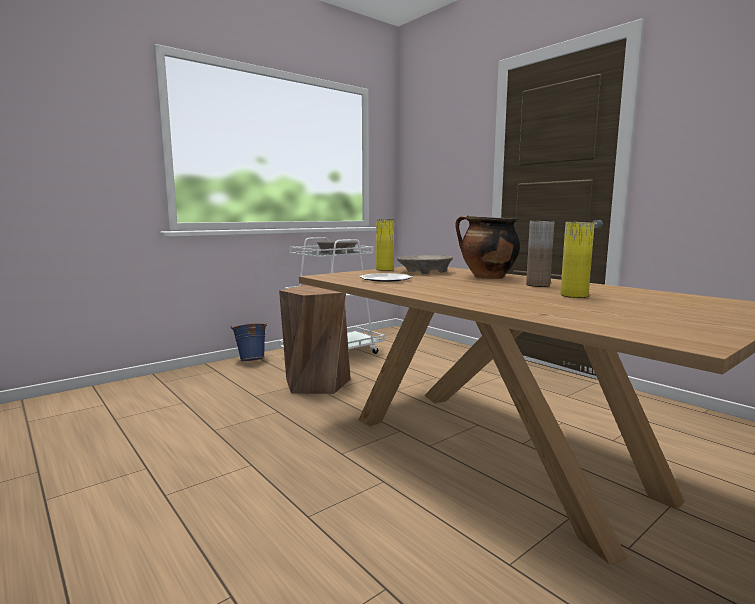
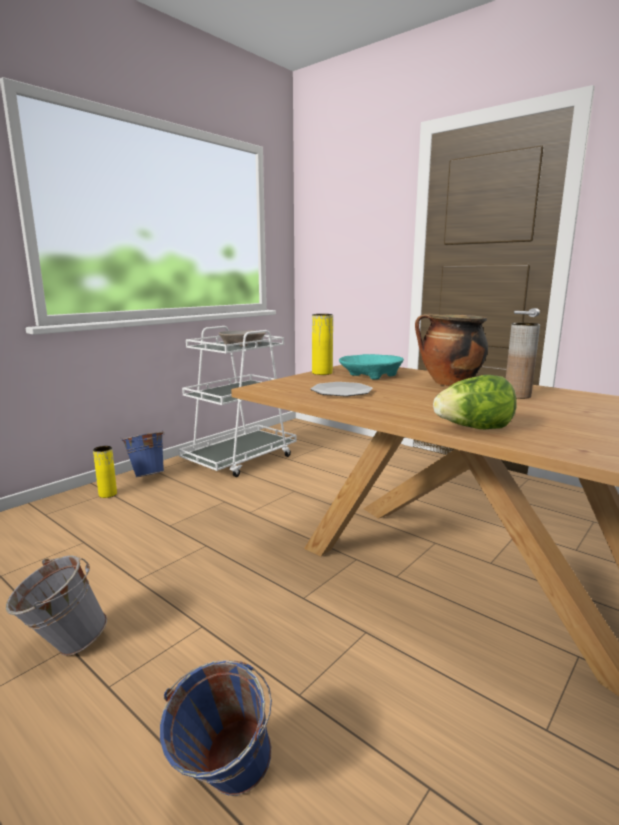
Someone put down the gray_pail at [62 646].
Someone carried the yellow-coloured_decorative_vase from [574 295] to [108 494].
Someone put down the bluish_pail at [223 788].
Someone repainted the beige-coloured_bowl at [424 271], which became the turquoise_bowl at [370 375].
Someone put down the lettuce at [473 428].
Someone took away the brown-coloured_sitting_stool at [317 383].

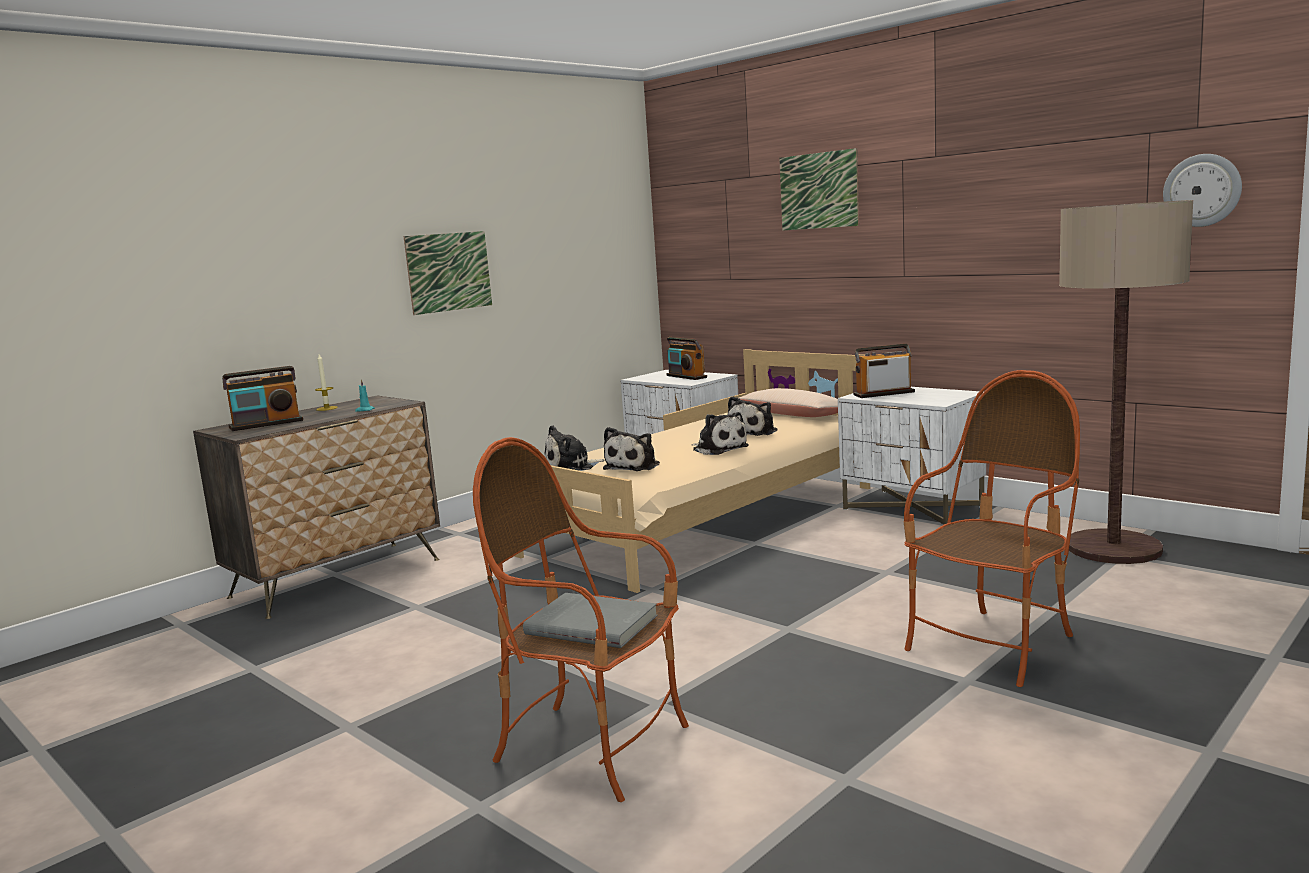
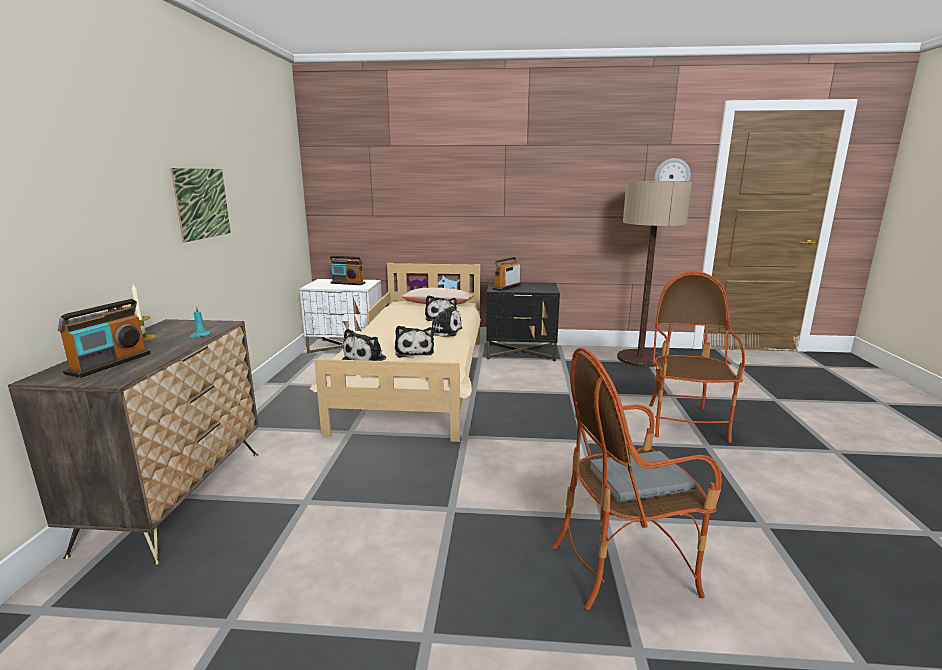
Someone repainted the white-coloured_nightstand at [913 508], which became the black_nightstand at [521 352].
Someone took away the wall_picture at [818 190].

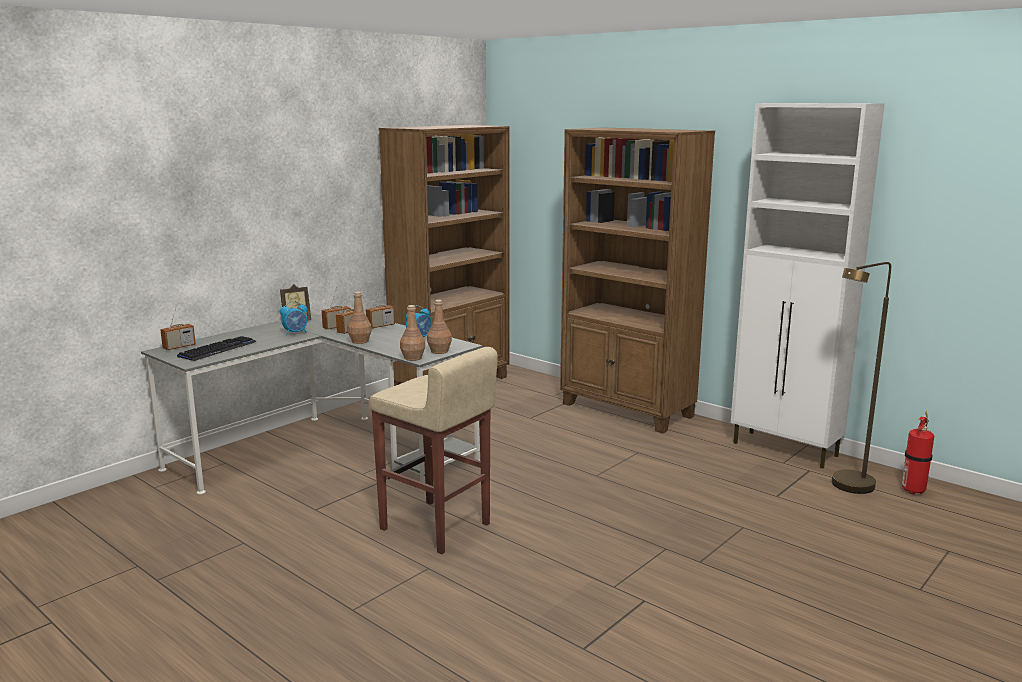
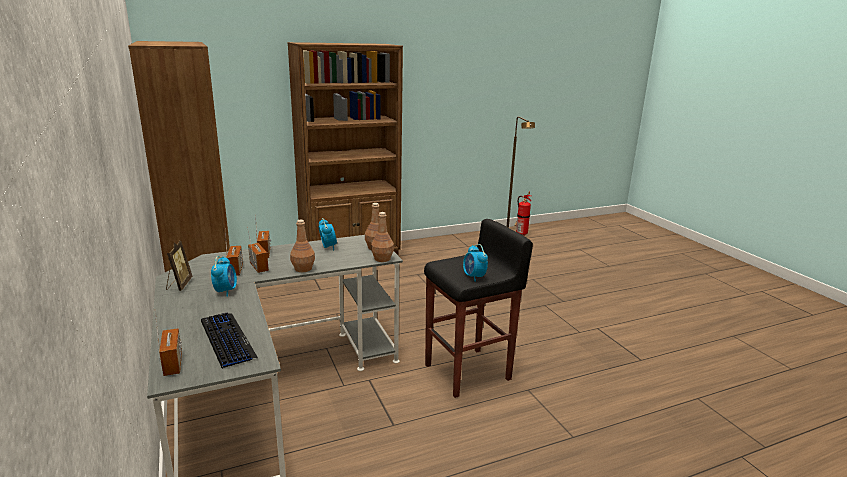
Someone repainted the beige-coloured_sitting_stool at [435 527], which became the black_sitting_stool at [469 372].
Someone put down the alarm_clock at [474 277].
Someone took away the white-coloured_storage_cabinet at [786 450].

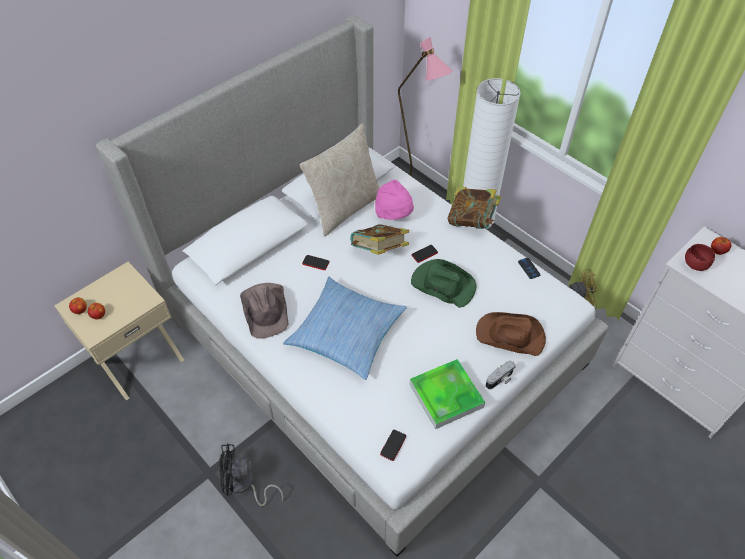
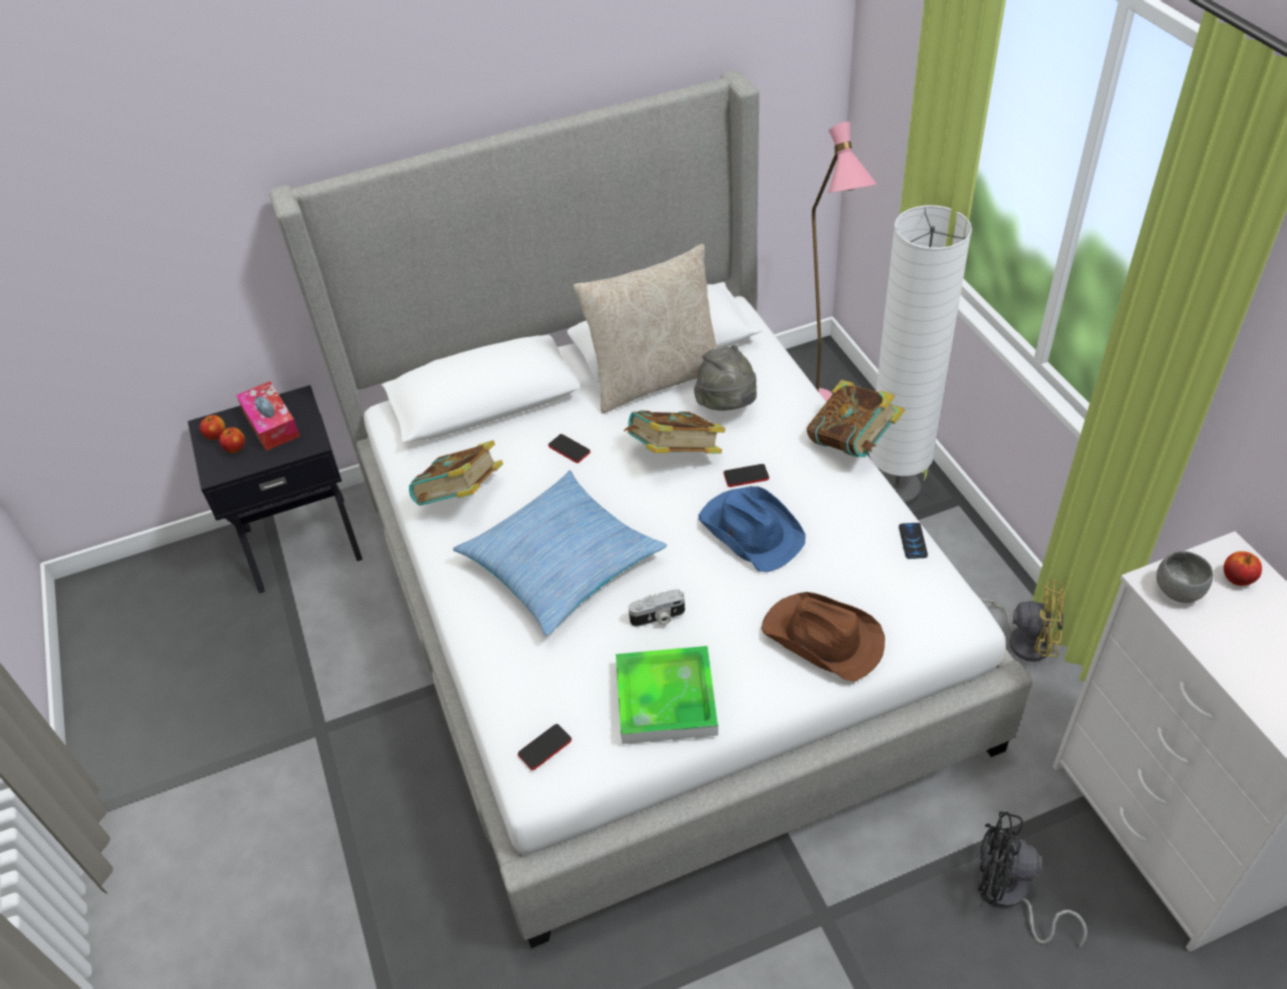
Someone repainted the beige-coloured_nightstand at [138 359], which became the black_nightstand at [301 541].
Someone put down the tissue_box at [271 424].
Someone swapped the brown-coloured_wearable_hat at [266 310] for the bound_book at [461 498].
Someone carried the photo_camera from [500 380] to [658 618].
Someone repainted the pinkish_wearable_hat at [394 215], which became the gray_wearable_hat at [727 406].
Someone repainted the green-coloured_wearable_hat at [442 284], which became the bluish_wearable_hat at [751 530].
Someone carried the black_cooling_fan from [244 485] to [1009 896].
Someone repainted the red-coloured_bowl at [695 264], which became the gray_bowl at [1178 590].

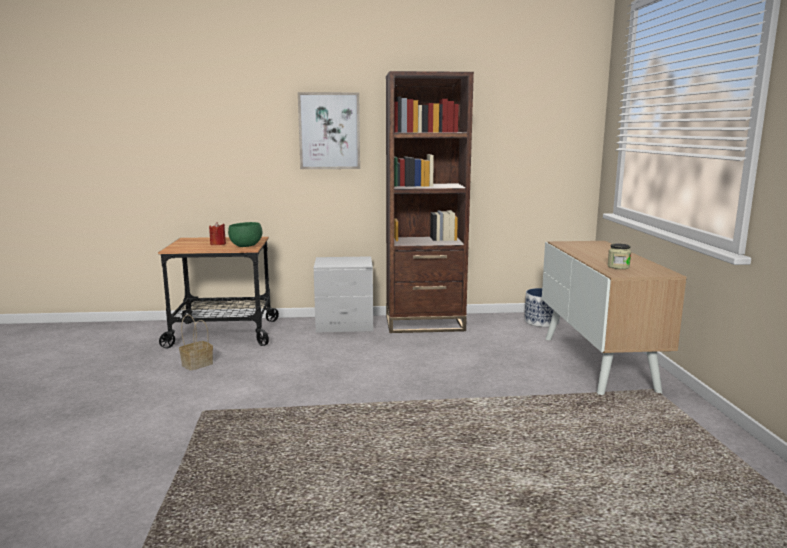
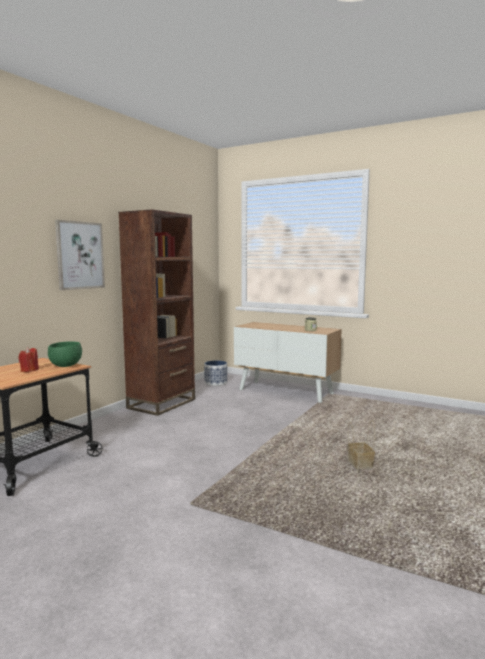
Someone carried the storage_basket from [198 364] to [359 464].
Someone took away the gray_nightstand at [344 325].

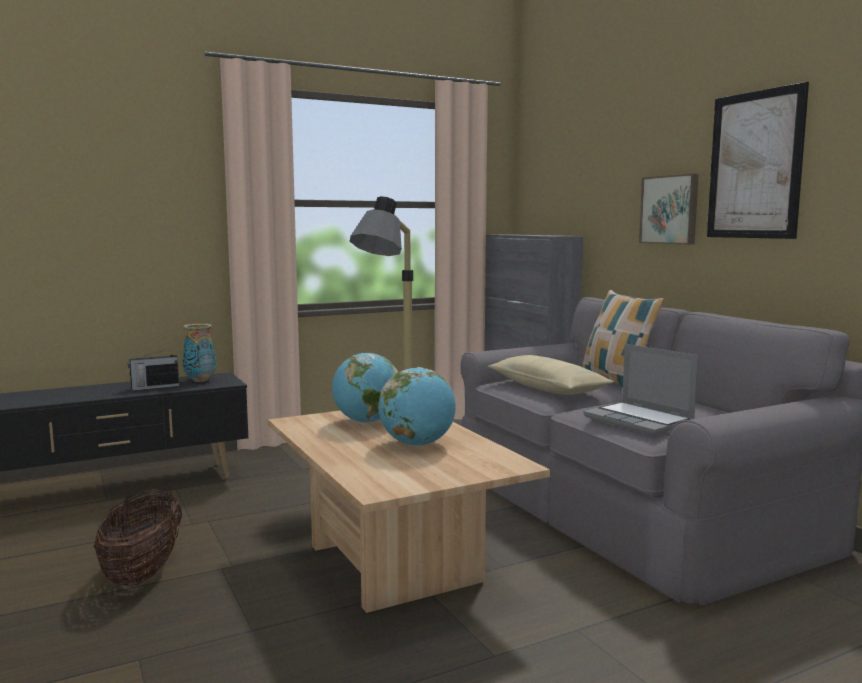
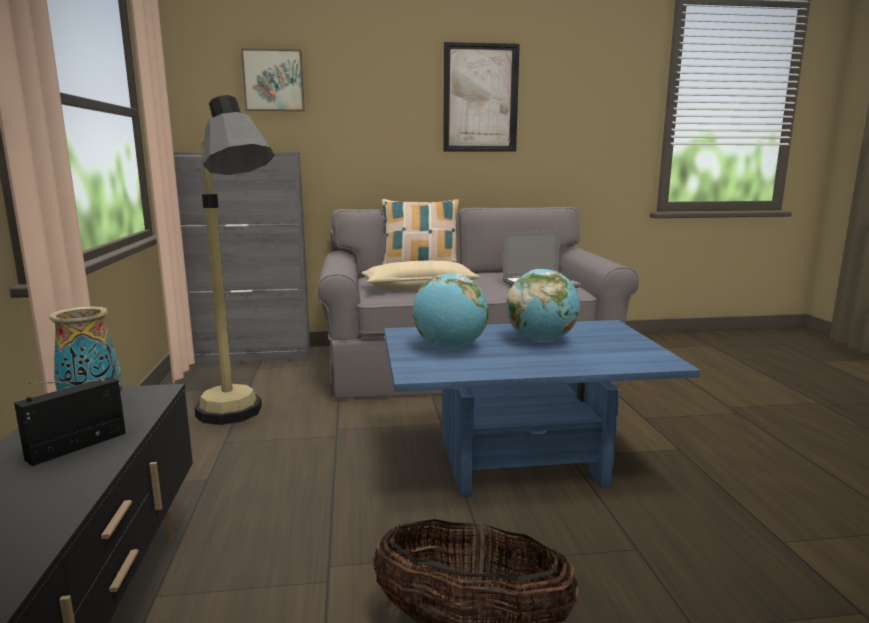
Someone rotated the radio_set at [154 387] by 135 degrees counterclockwise.
Someone carried the wall_picture from [670 210] to [273 81].
Someone repainted the beige-coloured_lounge_table at [394 563], which became the bluish_lounge_table at [520 461].

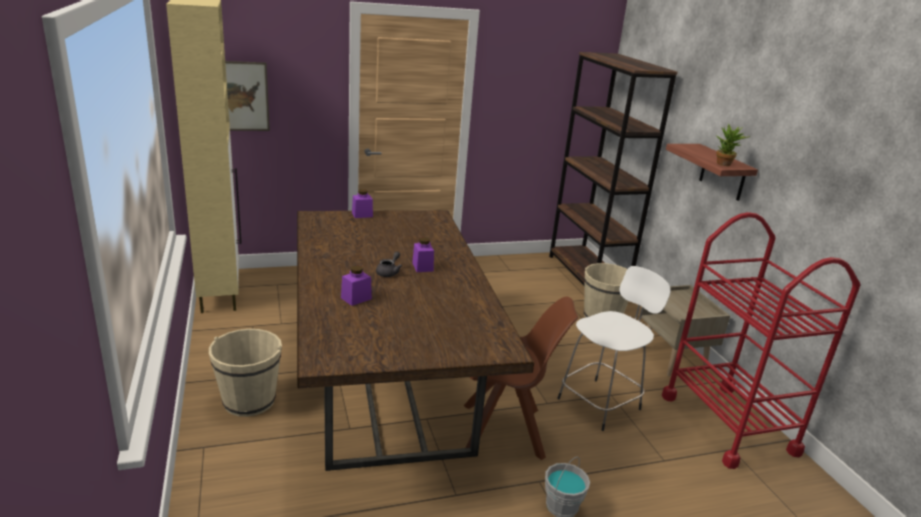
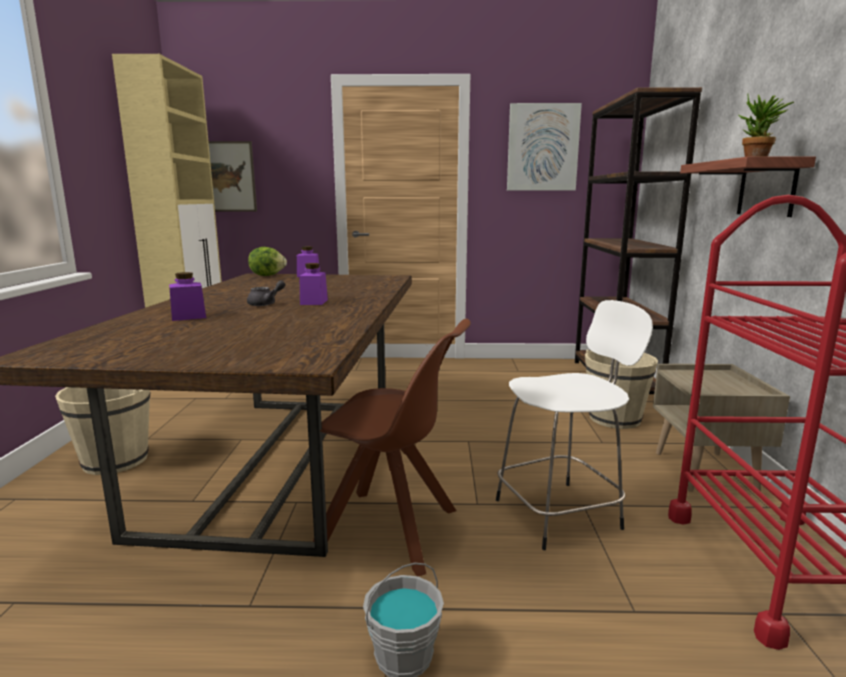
Someone put down the lettuce at [267 275].
Someone put up the wall_picture at [542 147].

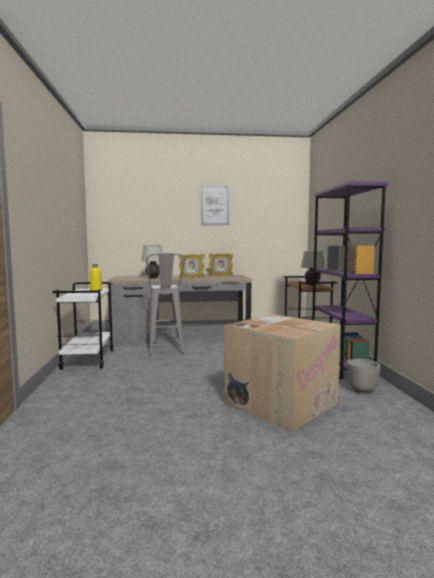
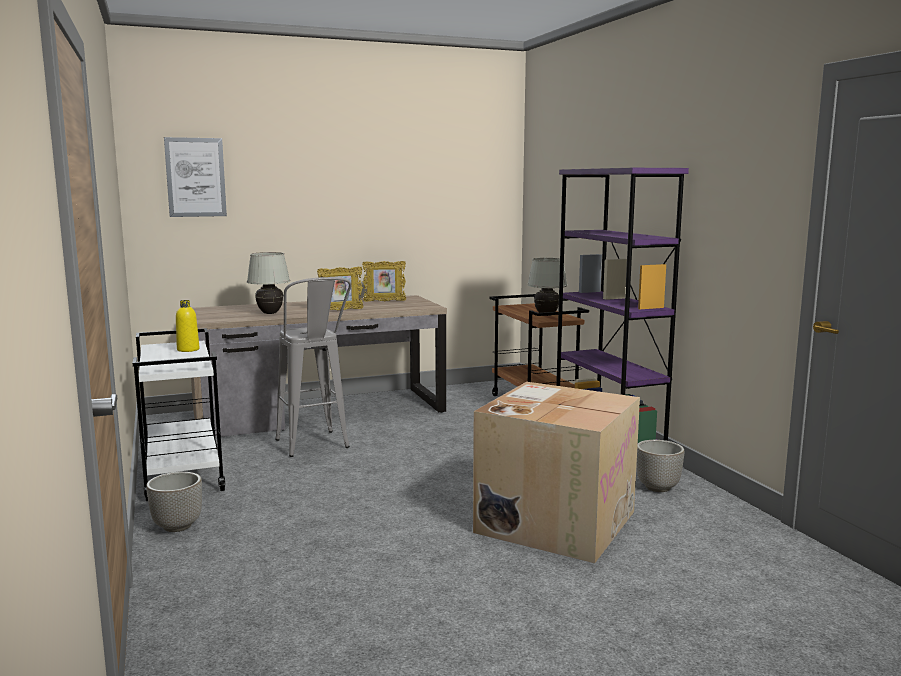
Someone put down the planter at [177 526].
Someone carried the wall_picture from [215 205] to [195 177].

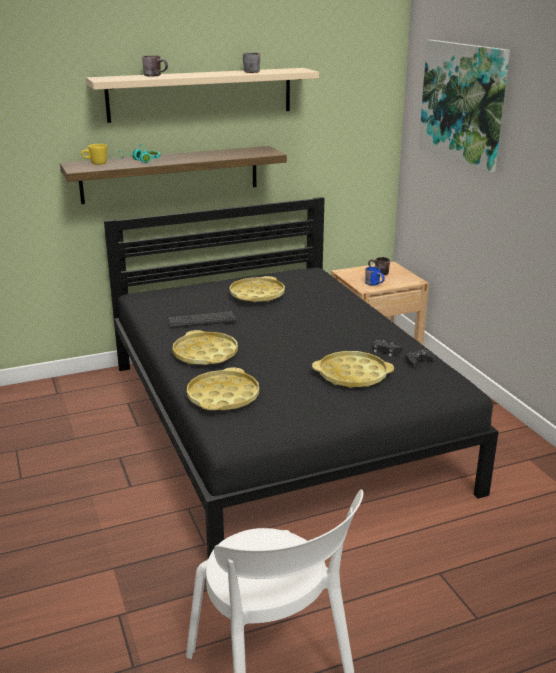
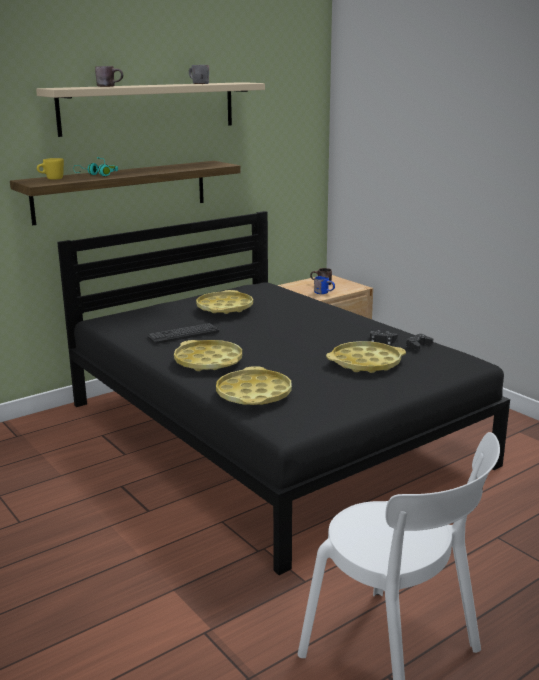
Someone took away the wall_picture at [463 103].

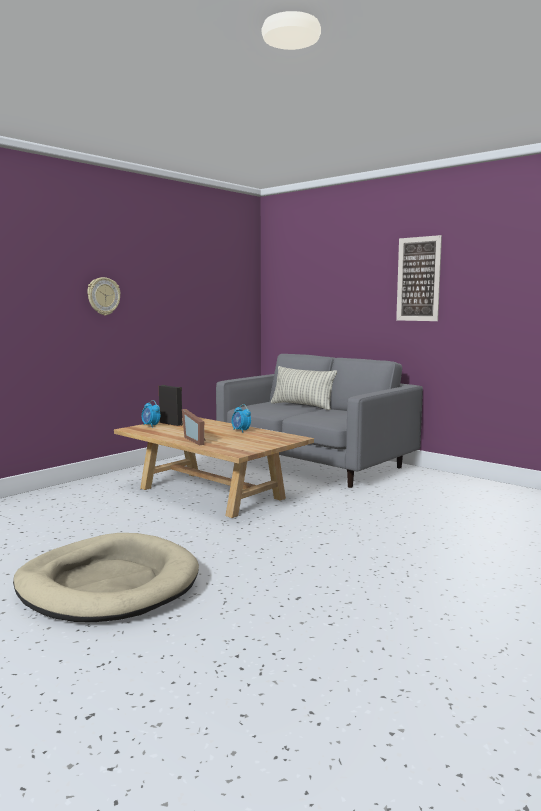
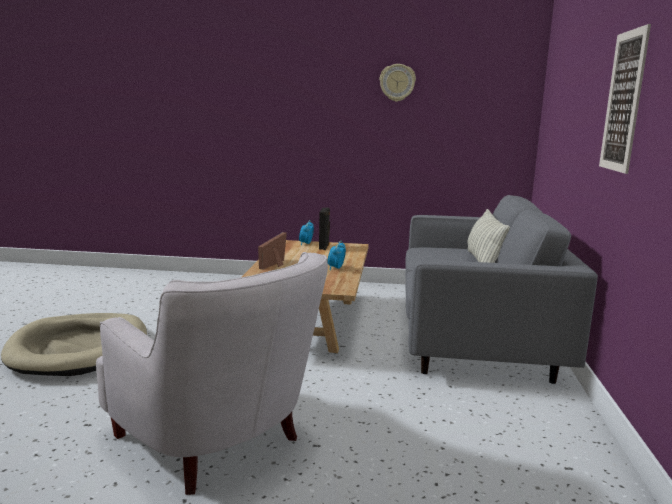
Someone put down the white-coloured_easy_chair at [217 442].
Someone carried the hanging_clock from [103 296] to [397 82].

